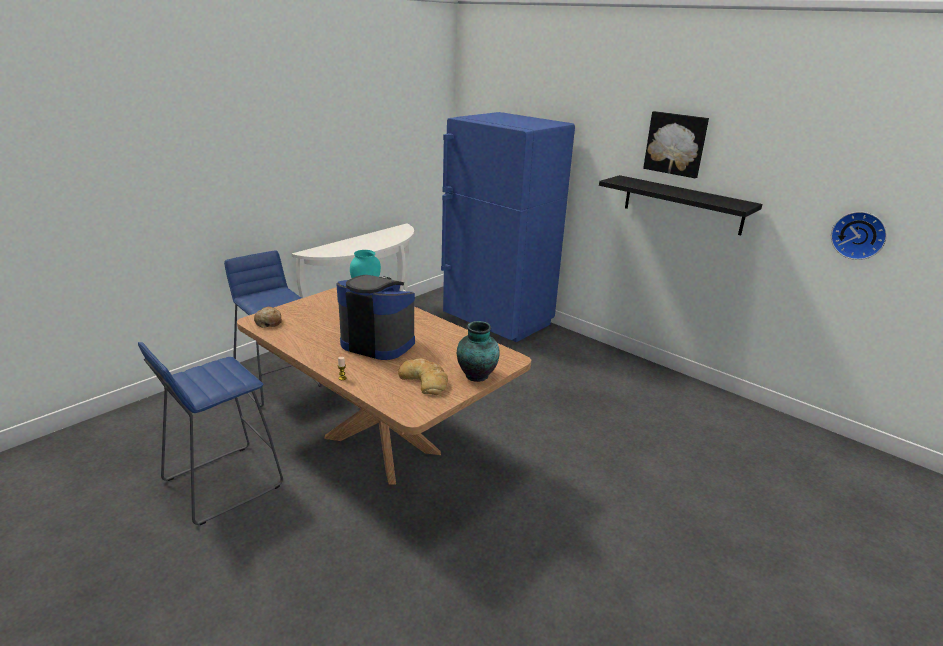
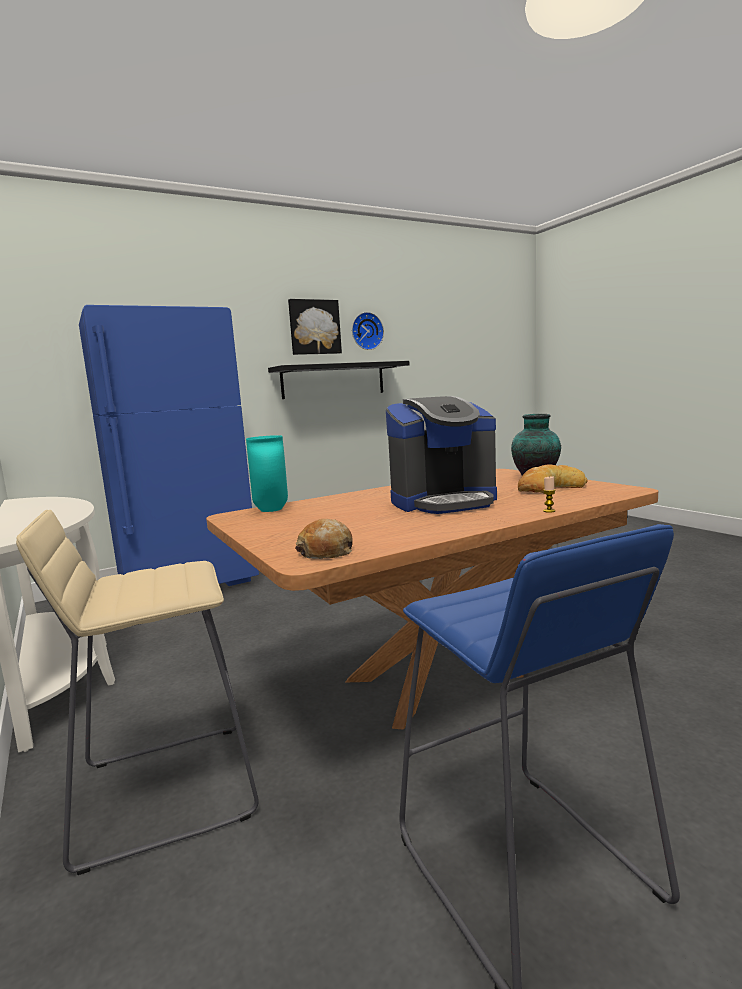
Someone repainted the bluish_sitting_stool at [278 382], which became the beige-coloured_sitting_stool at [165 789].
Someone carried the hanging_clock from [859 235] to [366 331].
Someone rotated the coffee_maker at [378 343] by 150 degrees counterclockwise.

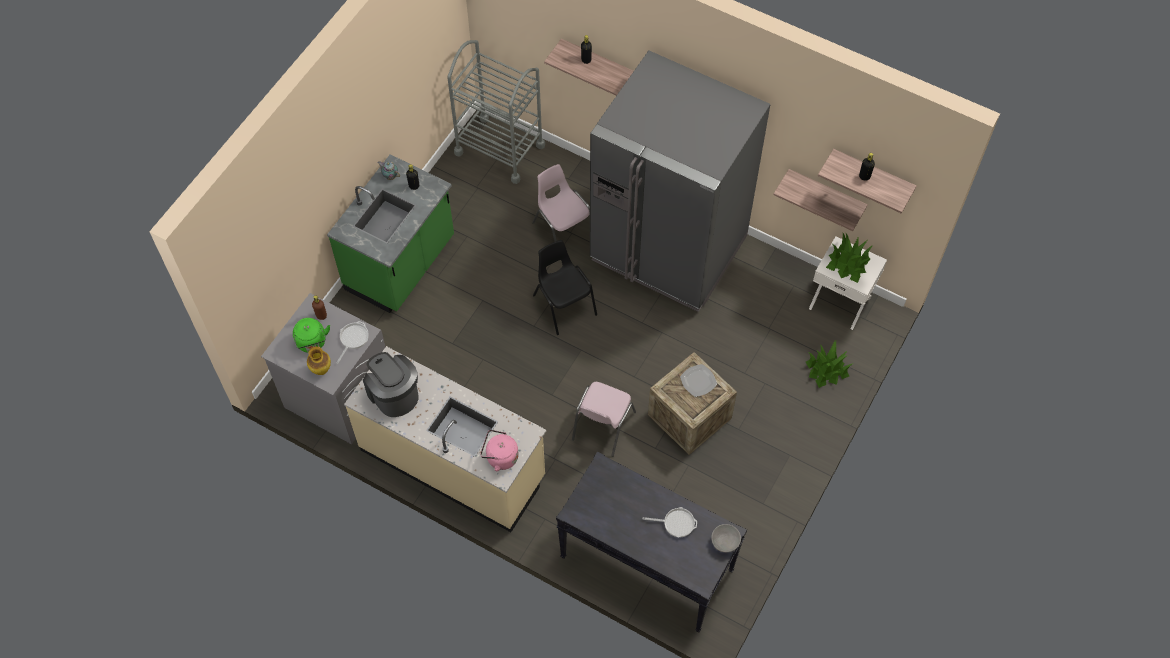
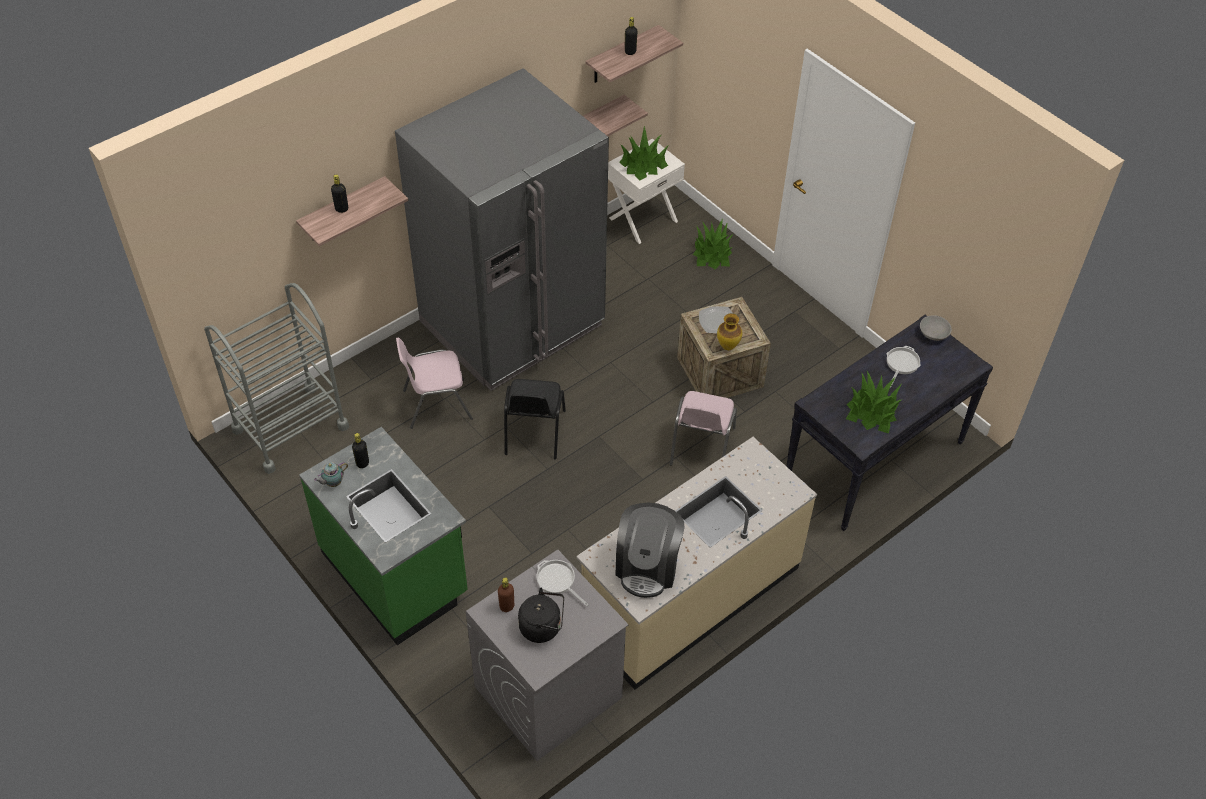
Someone rotated the black_plain_chair at [564 304] by 75 degrees counterclockwise.
Someone repainted the green-coloured_tea_kettle at [312 343], which became the black_tea_kettle at [543 627].
Someone rotated the coffee_maker at [393 394] by 60 degrees counterclockwise.
Someone rotated the pinkish_plain_chair at [602 426] by 60 degrees clockwise.
Someone carried the decorative_vase from [322 370] to [727 346].
Someone put down the plant_in_a_pot at [872 411].
Someone took away the pinkish_tea_kettle at [500 457].

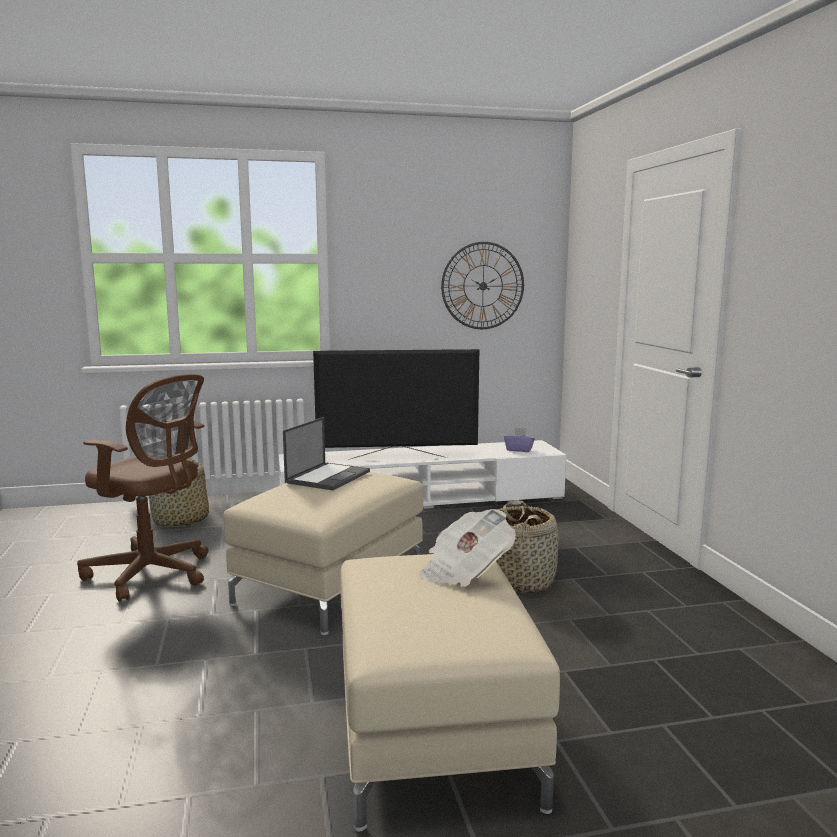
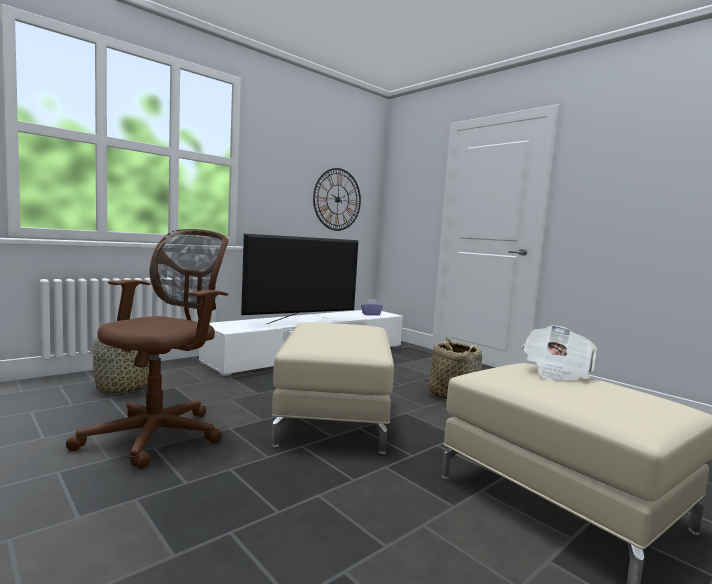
Someone rotated the brown-coloured_desk_chair at [153 574] by 60 degrees counterclockwise.
Someone took away the notebook_computer at [328 477].

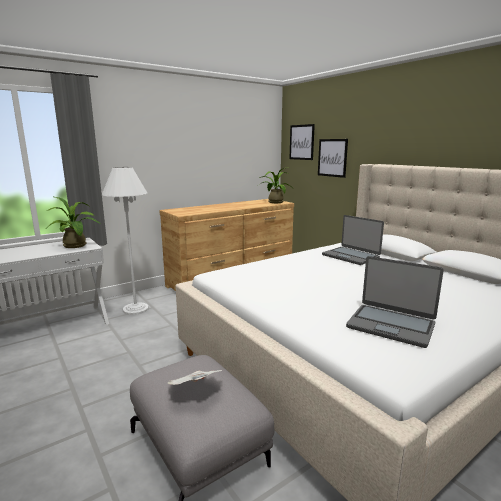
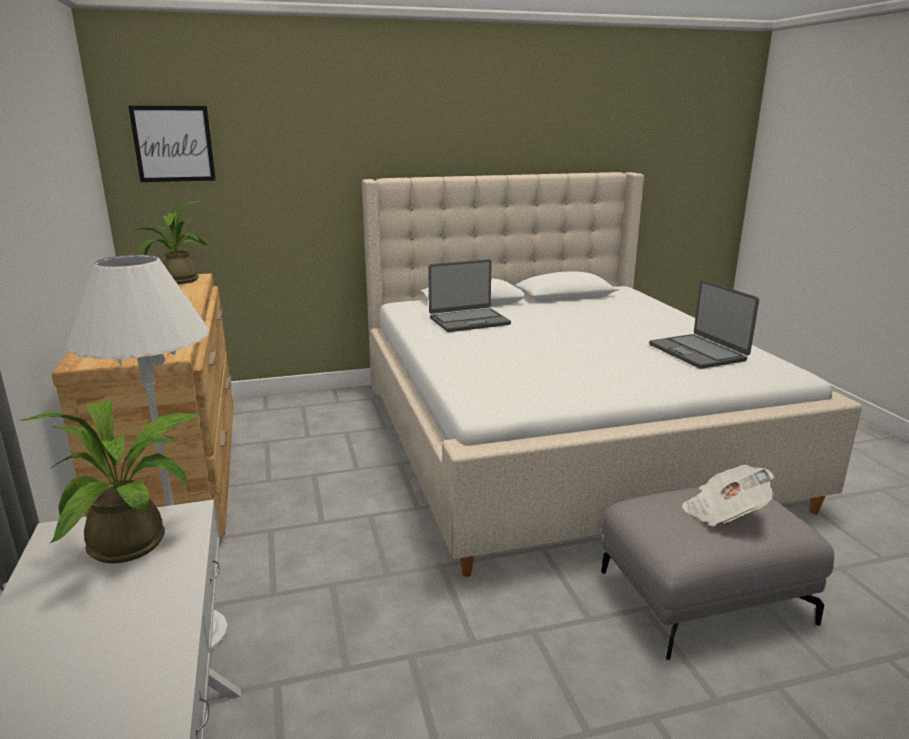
Someone rotated the notebook_computer at [391 325] by 105 degrees clockwise.
Someone took away the wall_picture at [332 158].

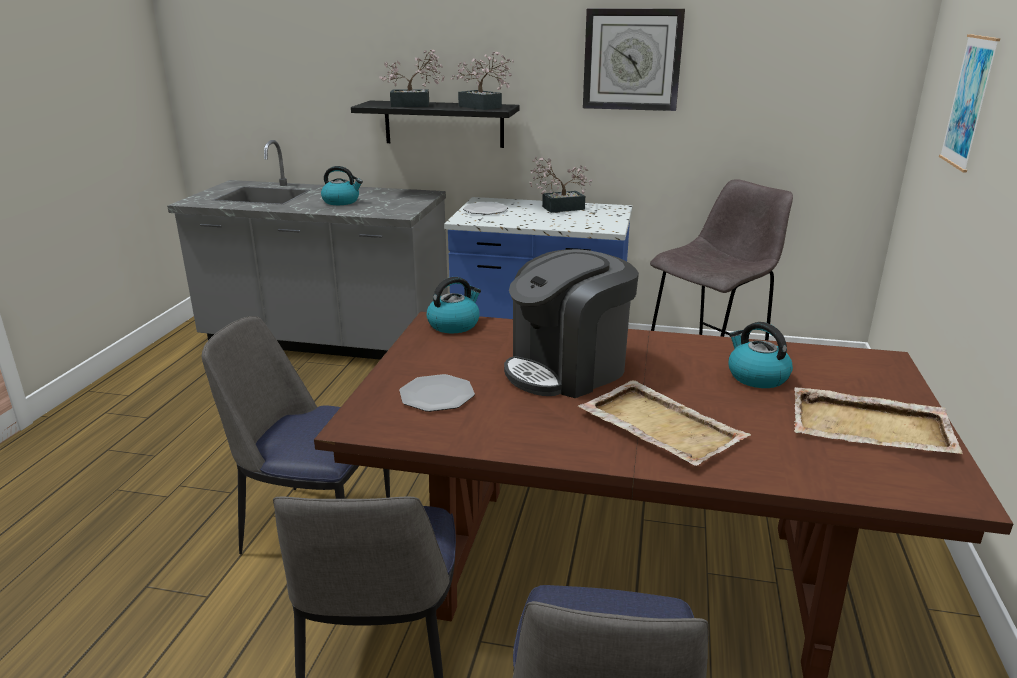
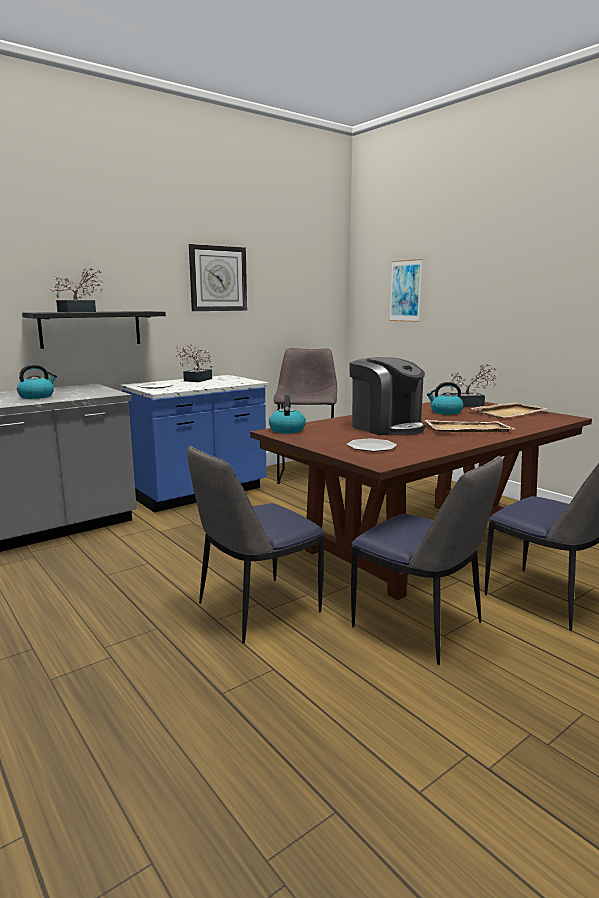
Someone rotated the coffee_maker at [567 369] by 45 degrees counterclockwise.
Someone carried the plant_in_a_pot from [483 107] to [470 405].

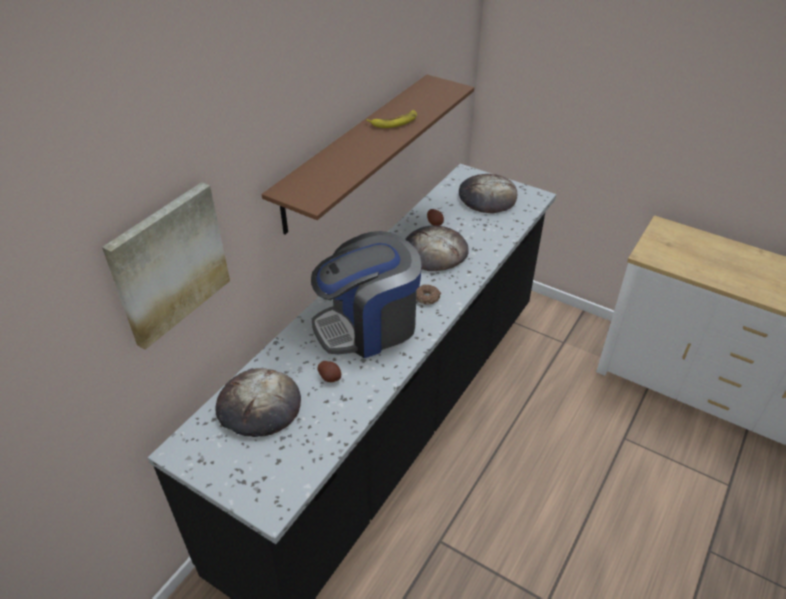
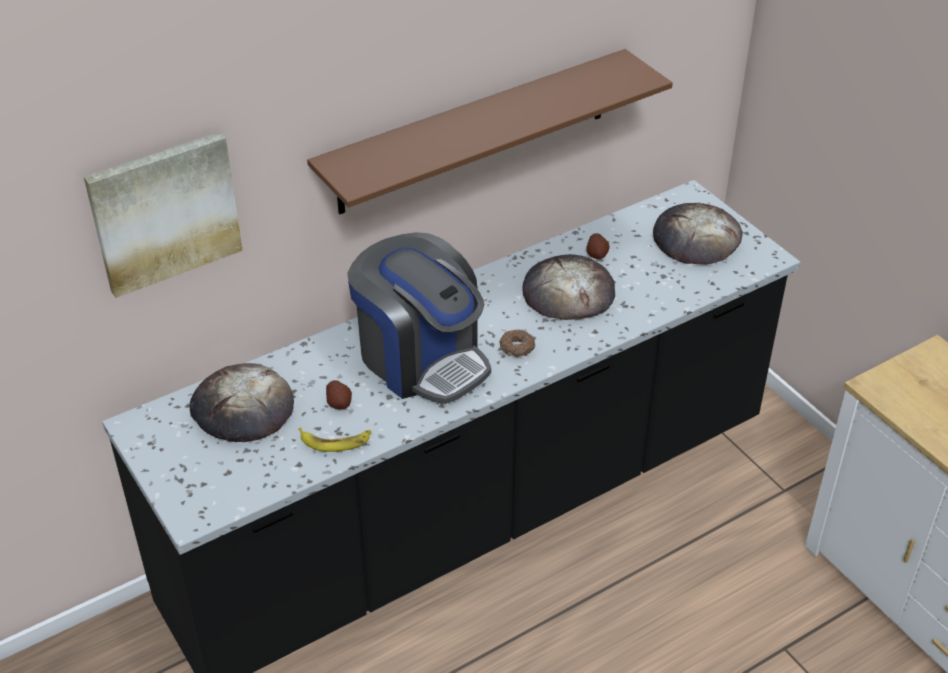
Someone carried the banana_fruit from [394 122] to [335 441].
Someone rotated the coffee_maker at [368 326] by 135 degrees counterclockwise.

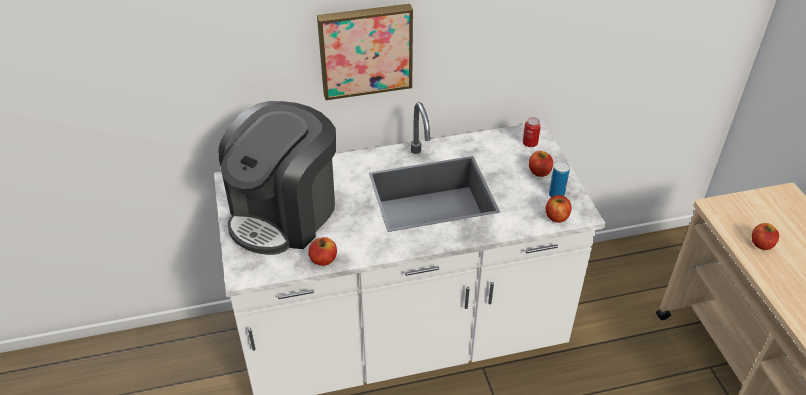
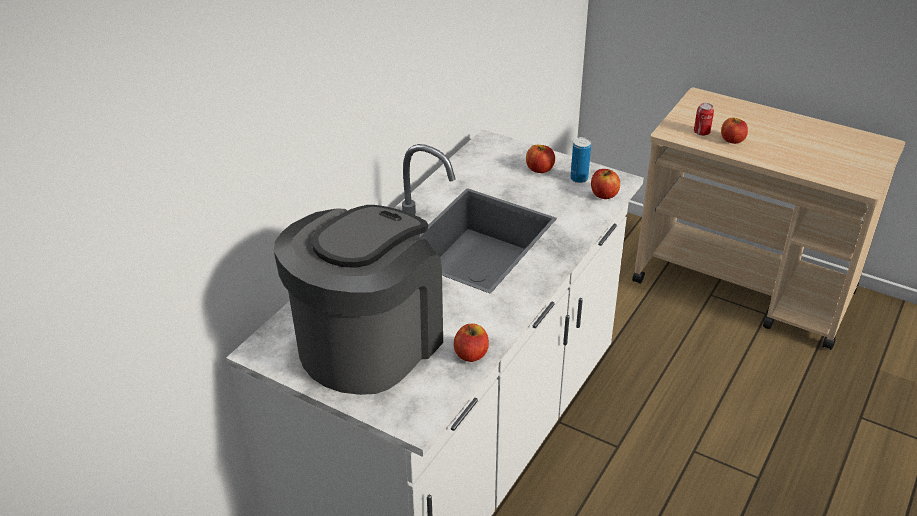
Someone rotated the coffee_maker at [284 213] by 135 degrees counterclockwise.
Someone carried the sealed_can from [530 143] to [701 132].
Someone took away the wall_picture at [365 50].

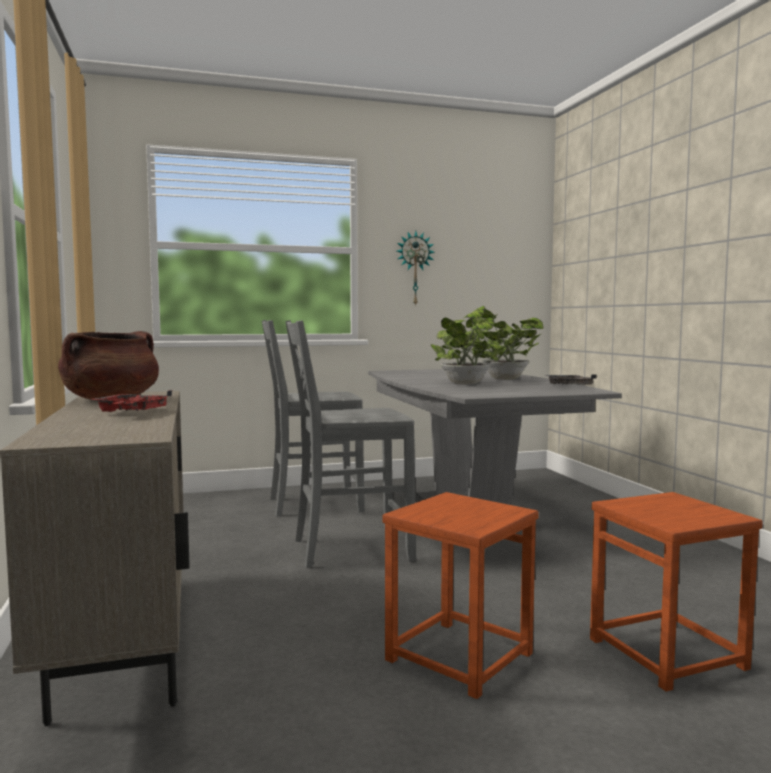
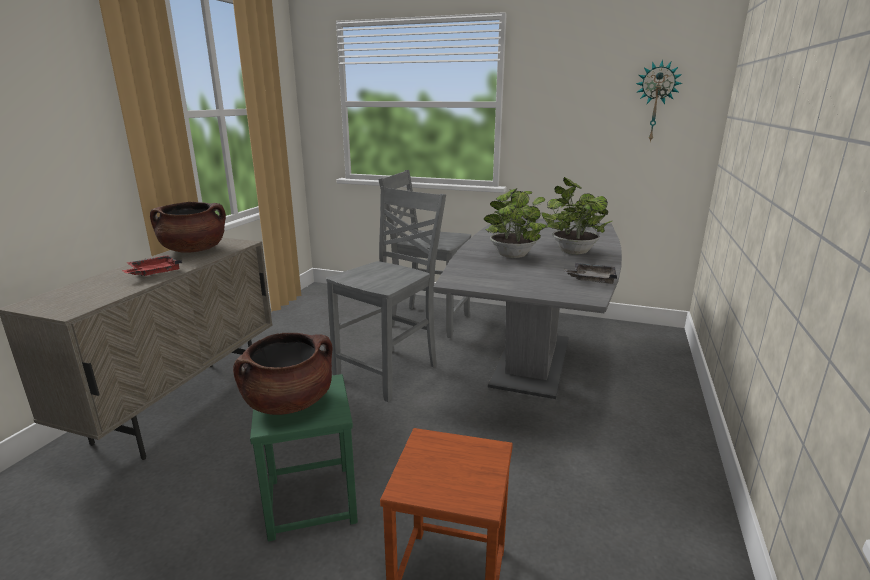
Someone put down the brown-coloured_stockpot at [289 403].
Someone repainted the brown-coloured_sitting_stool at [458 657], which became the green-coloured_sitting_stool at [310 500].
Someone rotated the gray_plain_chair at [349 549] by 105 degrees clockwise.
Someone carried the hanging_clock from [414 268] to [655 102].

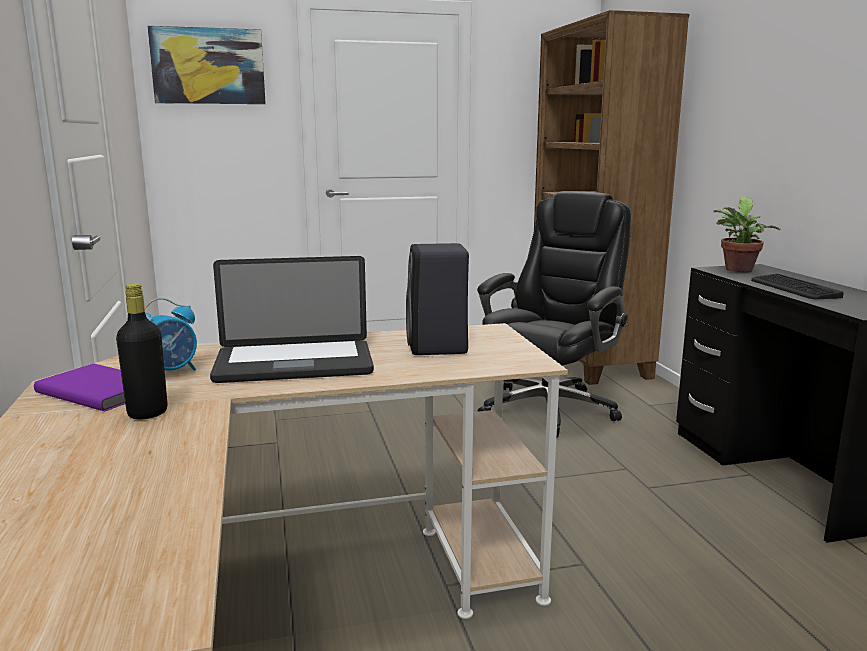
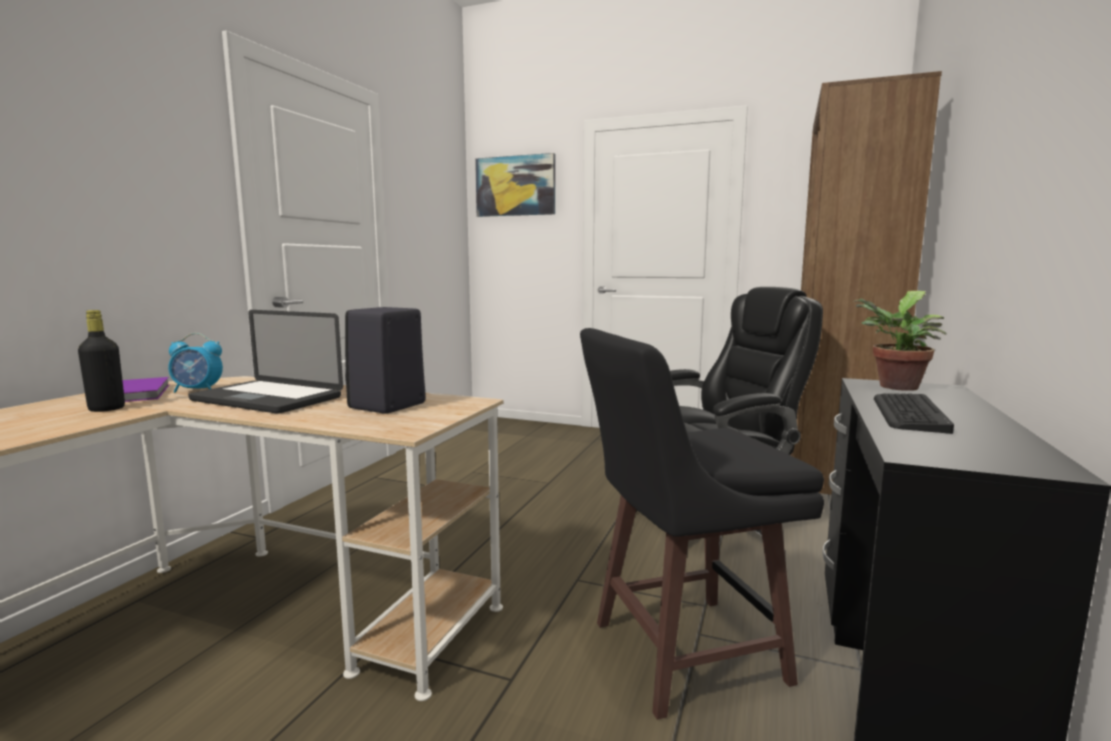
Someone put down the black_sitting_stool at [682 652].

